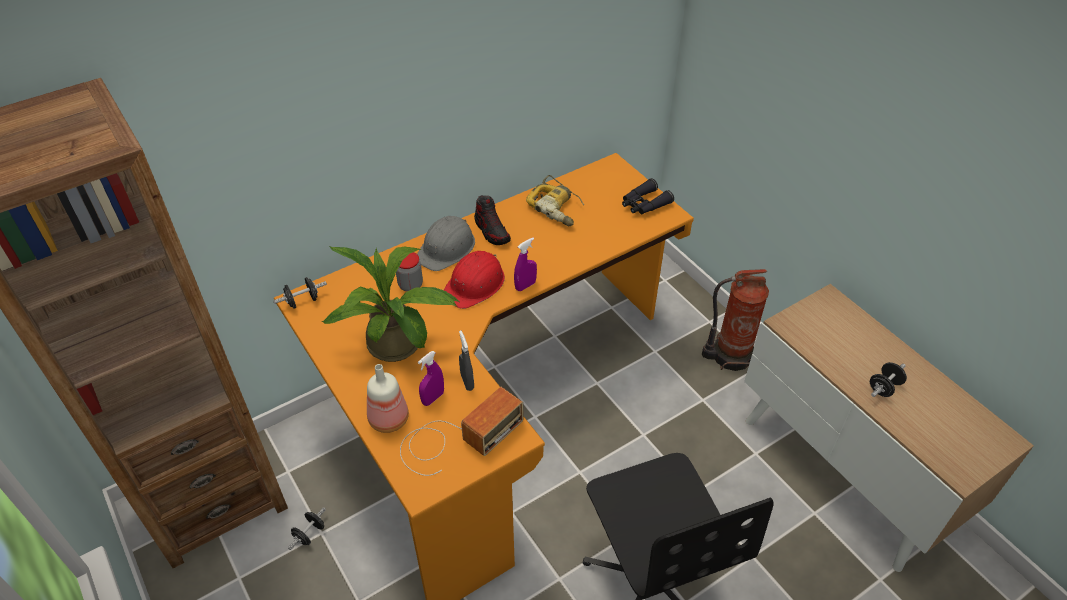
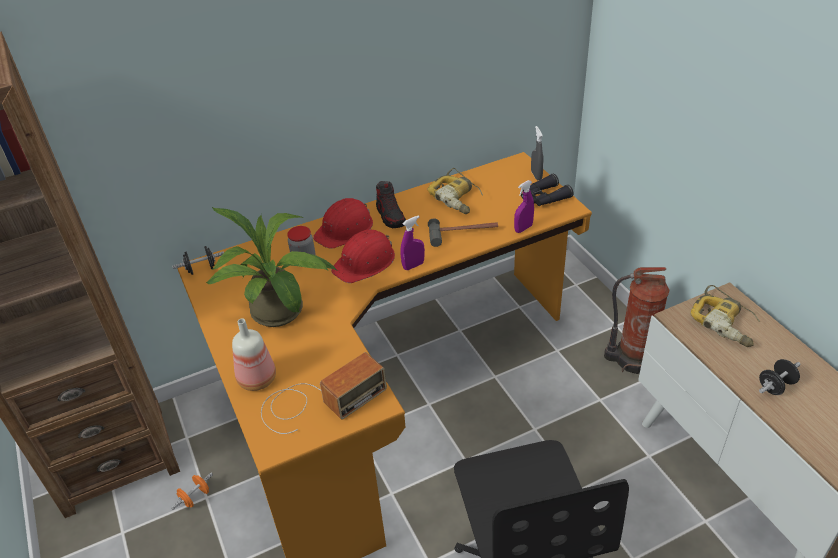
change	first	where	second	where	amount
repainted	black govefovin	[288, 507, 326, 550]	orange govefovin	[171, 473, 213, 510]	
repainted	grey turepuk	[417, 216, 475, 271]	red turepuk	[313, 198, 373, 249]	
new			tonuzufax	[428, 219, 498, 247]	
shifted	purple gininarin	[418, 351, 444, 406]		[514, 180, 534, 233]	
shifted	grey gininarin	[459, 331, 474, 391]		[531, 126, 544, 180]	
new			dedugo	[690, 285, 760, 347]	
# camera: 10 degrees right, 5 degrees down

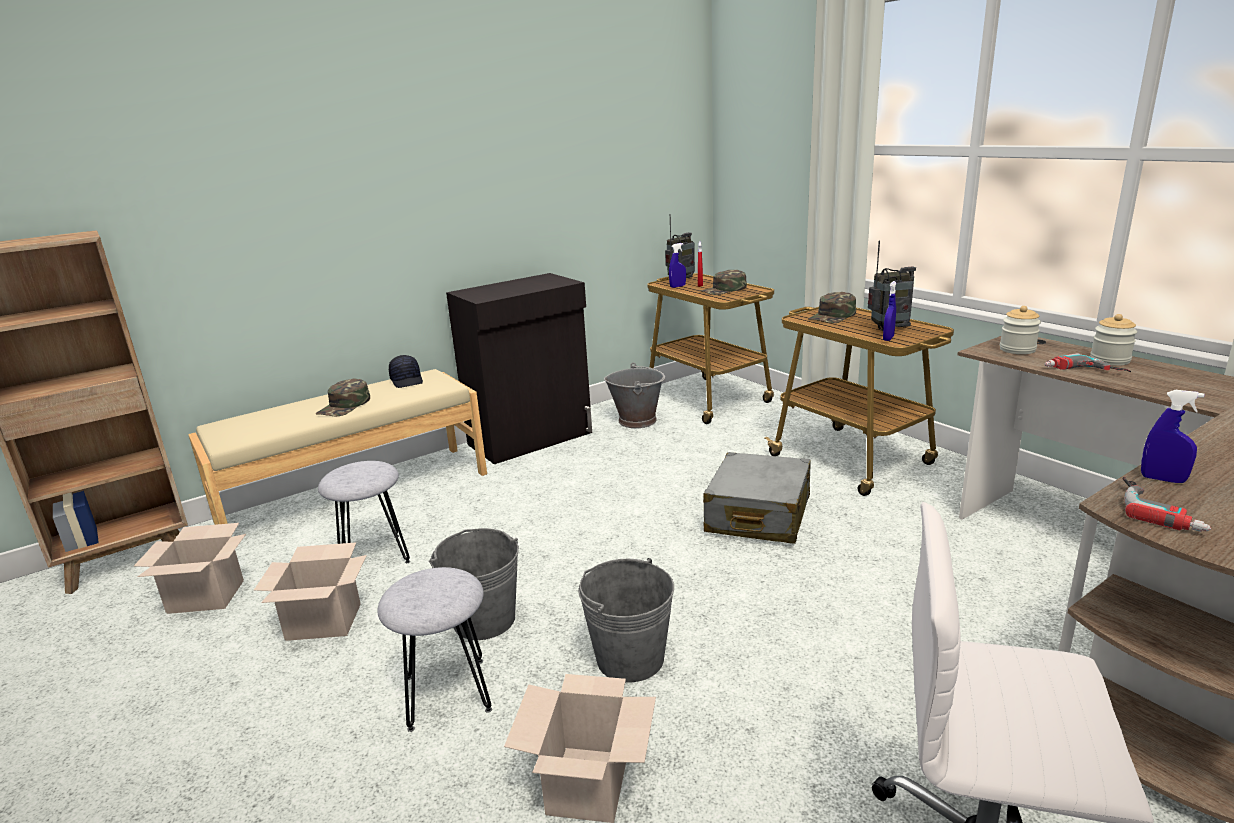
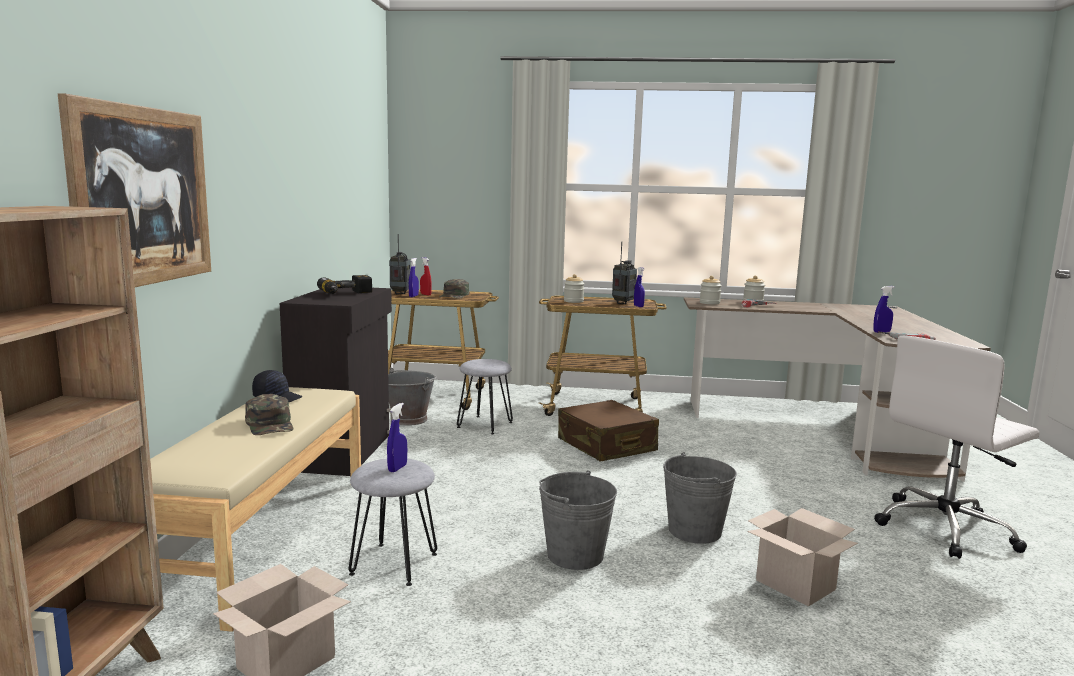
change	first	where	second	where	amount
new			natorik	[58, 94, 211, 287]	
new			dedugo	[317, 275, 372, 294]	
new			blue gininarin	[387, 403, 407, 472]	
shifted	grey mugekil	[377, 567, 492, 732]		[457, 359, 513, 434]	
repainted	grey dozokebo	[703, 452, 811, 544]	brown dozokebo	[558, 400, 659, 462]	
swapped	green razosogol	[808, 292, 856, 323]	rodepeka	[564, 274, 584, 303]	
gone	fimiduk	[254, 543, 367, 641]			
# camera: 50 degrees left, 10 degrees down

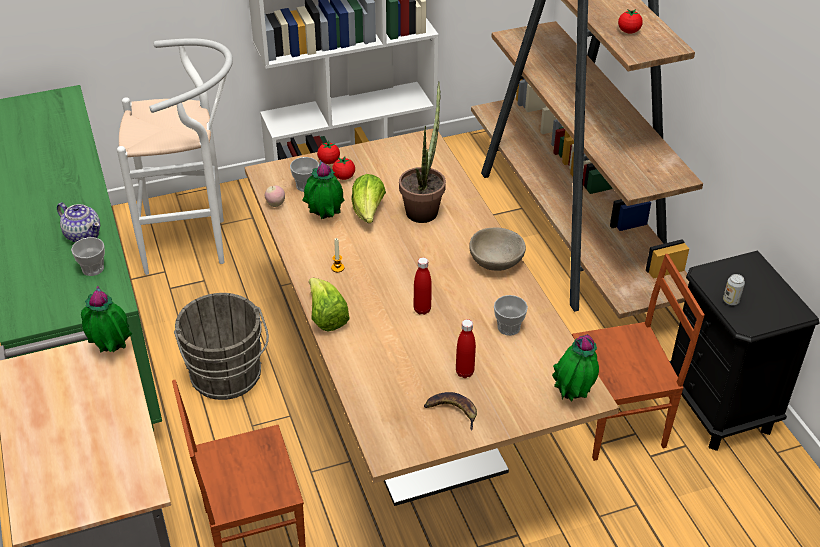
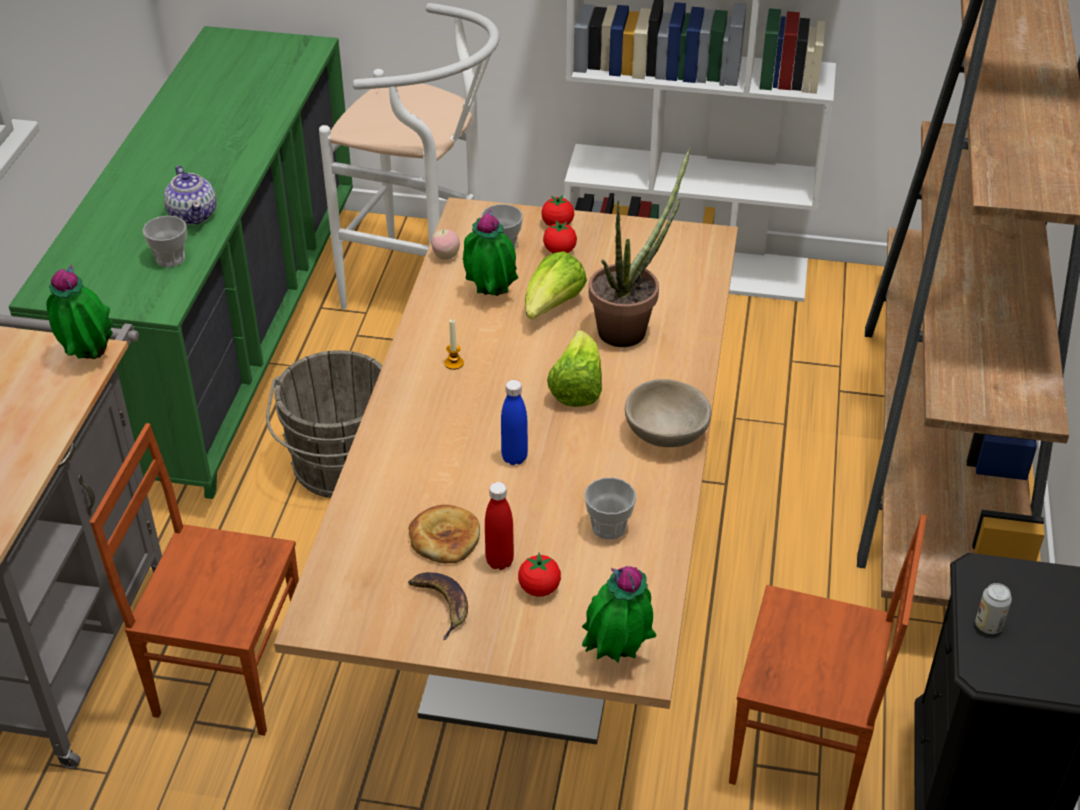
change	first	where	second	where	amount
new			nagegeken	[409, 505, 480, 563]	
repainted	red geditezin	[414, 257, 432, 315]	blue geditezin	[501, 380, 528, 465]	
shifted	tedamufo	[618, 9, 643, 34]		[518, 553, 561, 597]	
shifted	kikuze	[309, 278, 350, 331]		[547, 330, 602, 407]	
# camera: 30 degrees right, 0 degrees up

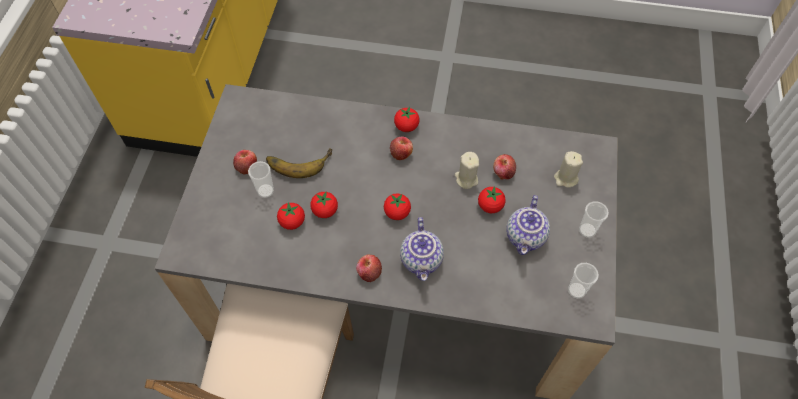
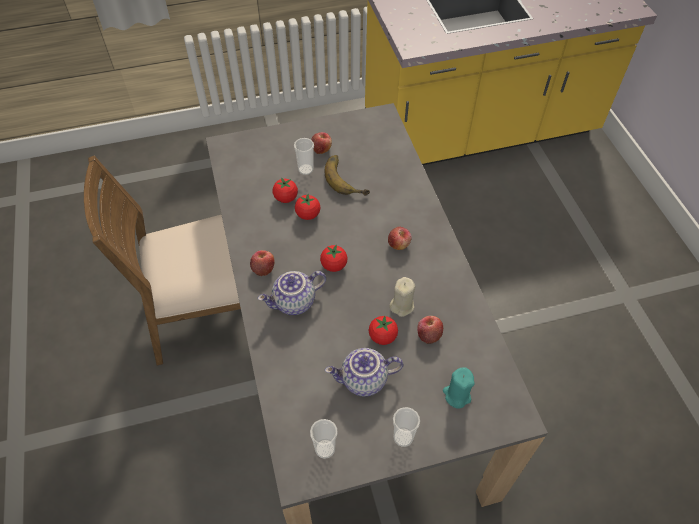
change	first	where	second	where	amount
repainted	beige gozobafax	[554, 151, 583, 188]	turquoise gozobafax	[443, 367, 475, 408]	
gone	tedamufo	[394, 107, 419, 132]			
# camera: 65 degrees right, 5 degrees down

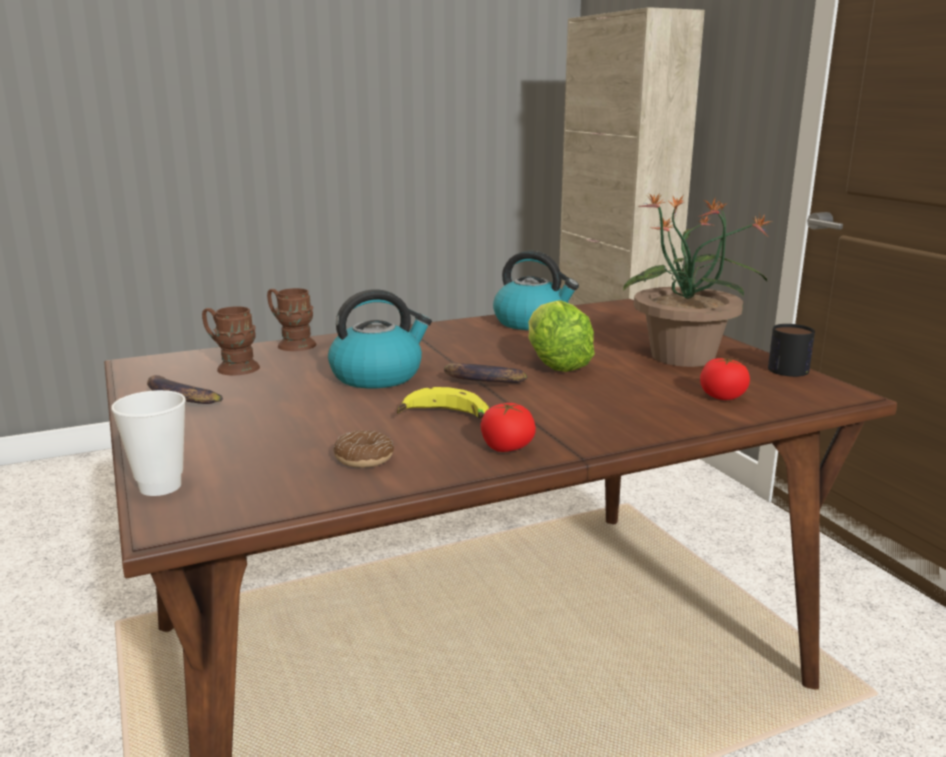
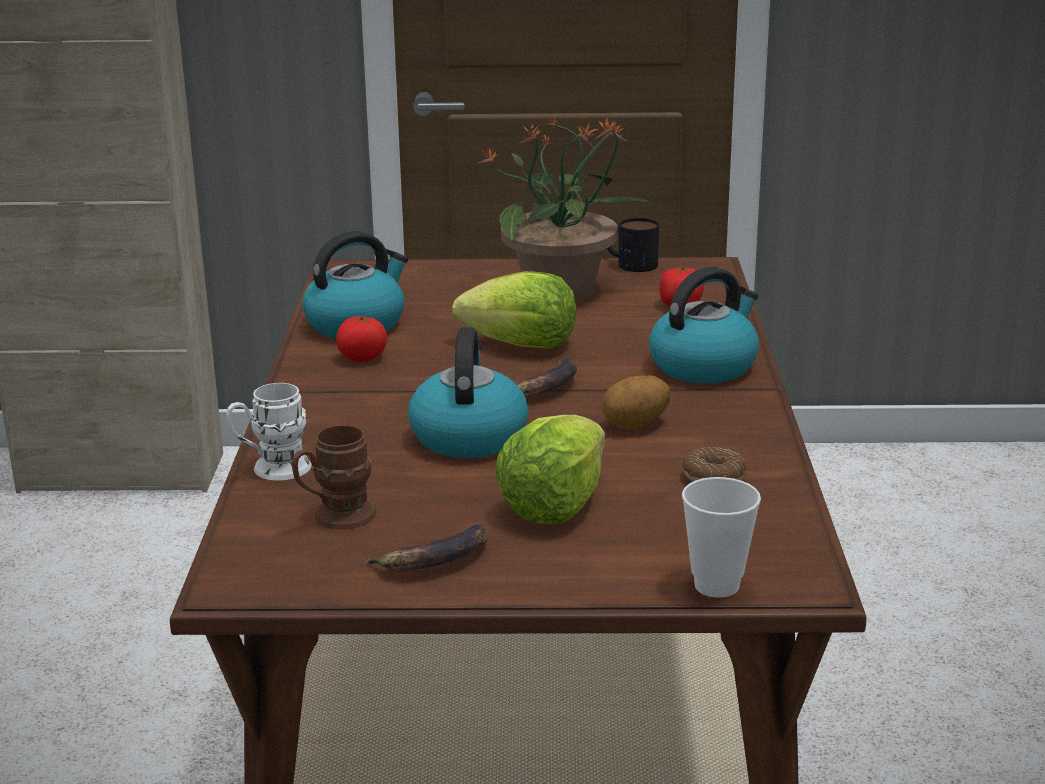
change	first	where	second	where	amount
repainted	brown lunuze	[267, 288, 316, 351]	white lunuze	[226, 383, 311, 480]	
shifted	tedamufo	[480, 403, 536, 452]		[336, 316, 387, 362]	
new			kikuze	[495, 415, 605, 524]	
swapped	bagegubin	[397, 387, 489, 419]	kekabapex	[602, 376, 670, 430]	
new			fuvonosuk	[649, 267, 759, 384]	
# camera: 65 degrees left, 5 degrees up

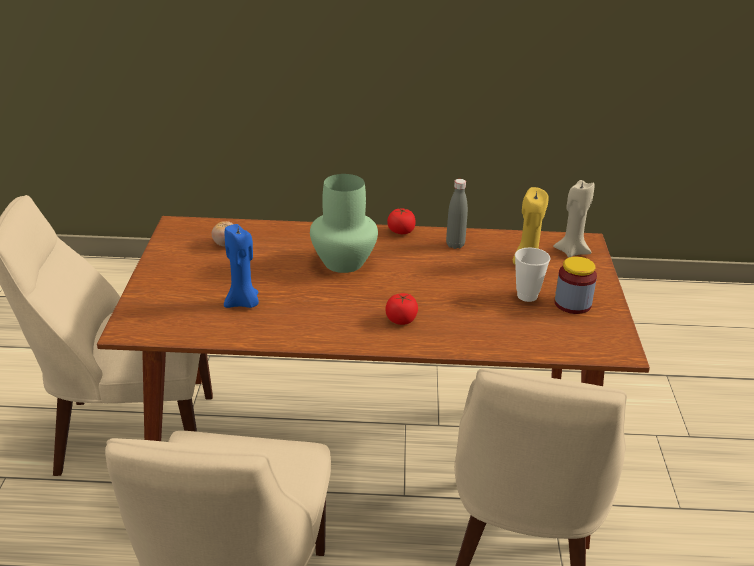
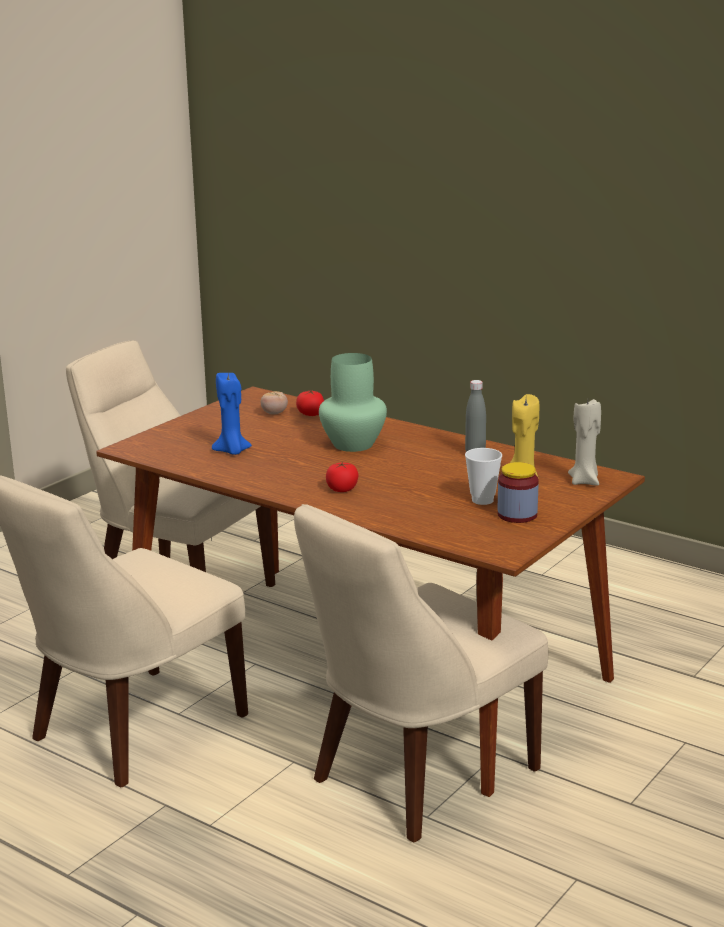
change	first	where	second	where	amount
shifted	tedamufo	[387, 208, 416, 234]		[296, 391, 324, 416]	
# camera: 35 degrees right, 10 degrees down

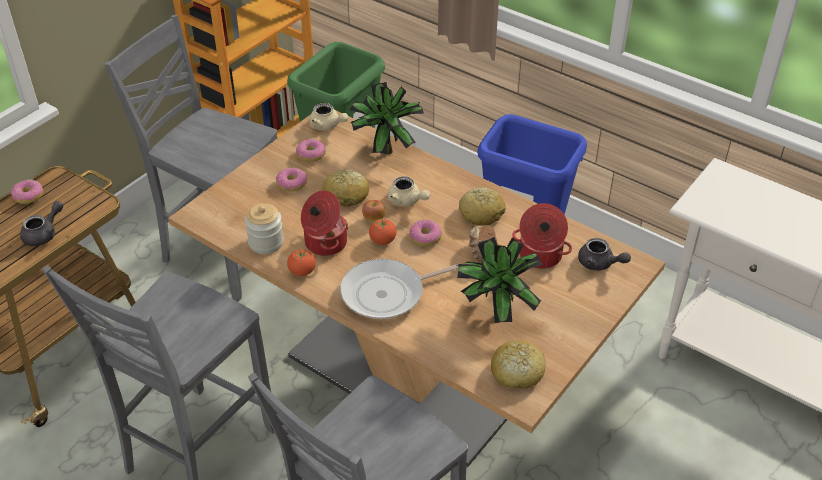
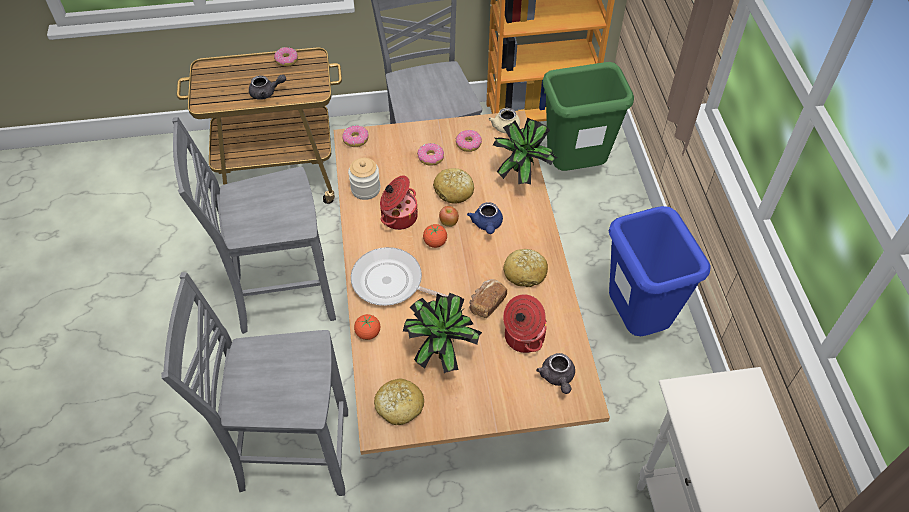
change	first	where	second	where	amount
shifted	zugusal	[409, 220, 442, 247]		[342, 125, 369, 147]	
shifted	tedamufo	[287, 249, 316, 276]		[354, 314, 380, 340]	
repainted	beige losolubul	[388, 176, 430, 207]	blue losolubul	[467, 202, 503, 234]	
# camera: 45 degrees right, 10 degrees up

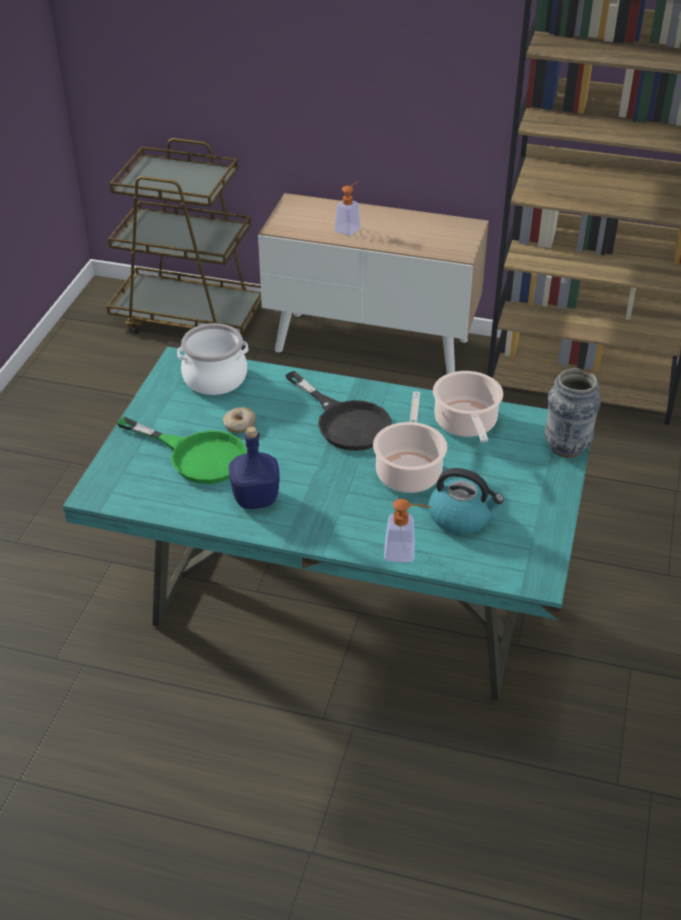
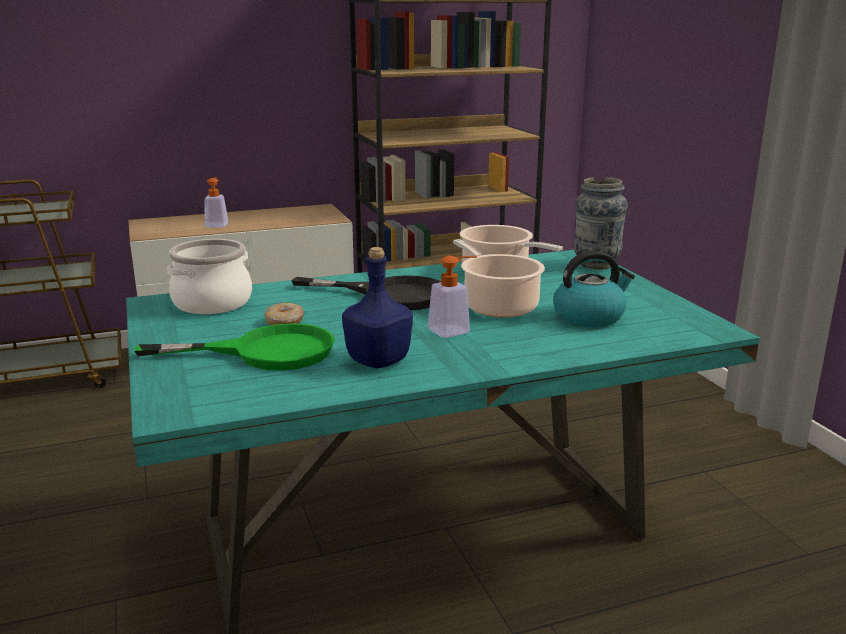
change	first	where	second	where	amount
shifted	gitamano	[384, 499, 431, 563]		[428, 256, 477, 338]	
# camera: 35 degrees left, 20 degrees down

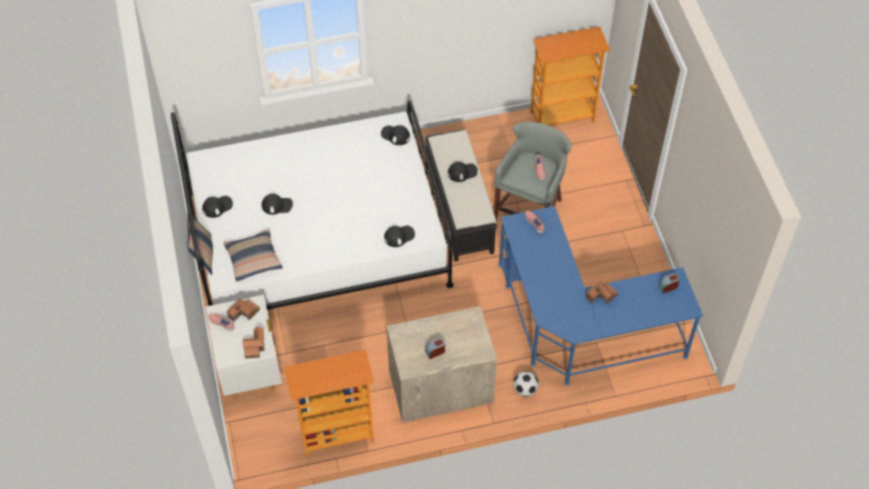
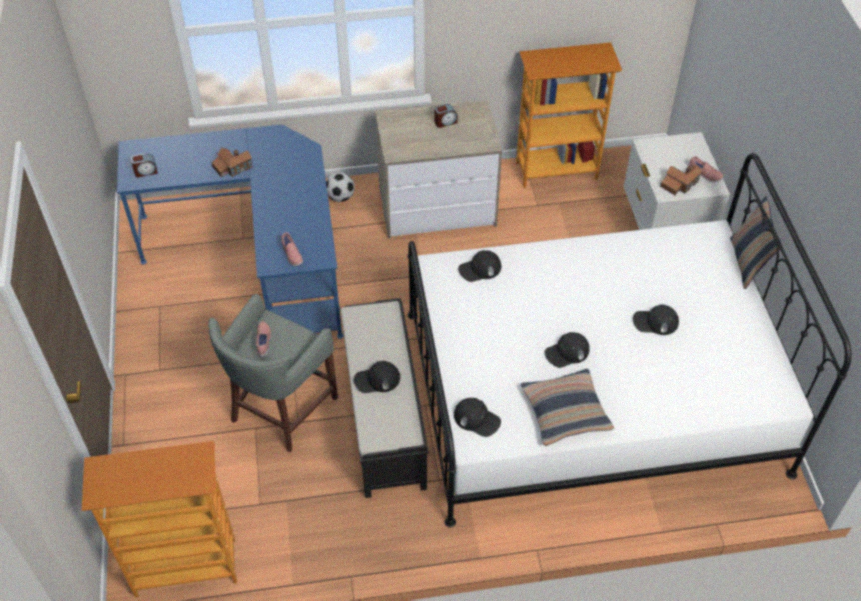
change	first	where	second	where	amount
shifted	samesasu	[223, 229, 283, 281]		[521, 369, 614, 446]	
shifted	black razosogol	[202, 196, 233, 218]		[545, 332, 590, 368]	
gone	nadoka	[243, 327, 264, 359]			
# camera: 175 degrees left, 5 degrees down

